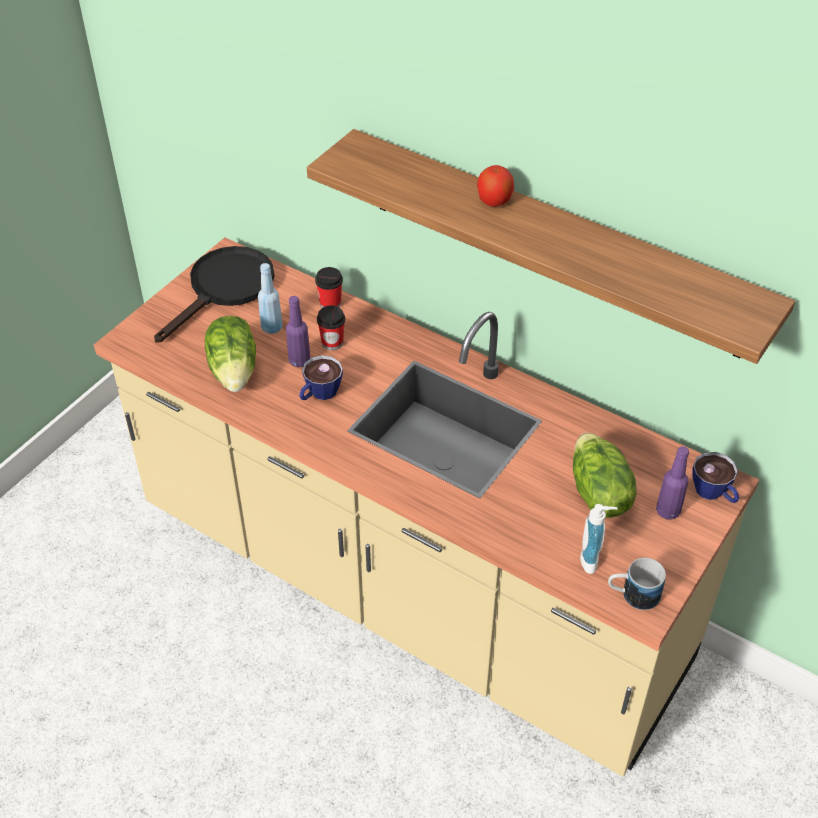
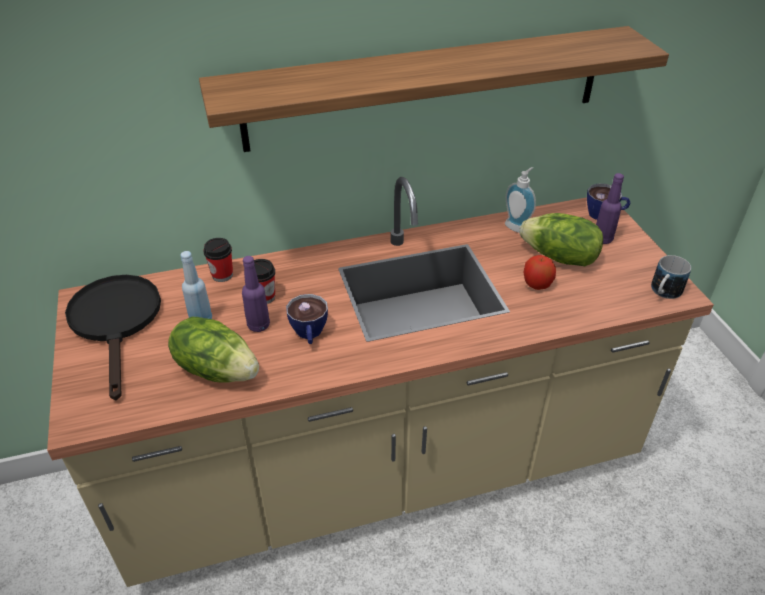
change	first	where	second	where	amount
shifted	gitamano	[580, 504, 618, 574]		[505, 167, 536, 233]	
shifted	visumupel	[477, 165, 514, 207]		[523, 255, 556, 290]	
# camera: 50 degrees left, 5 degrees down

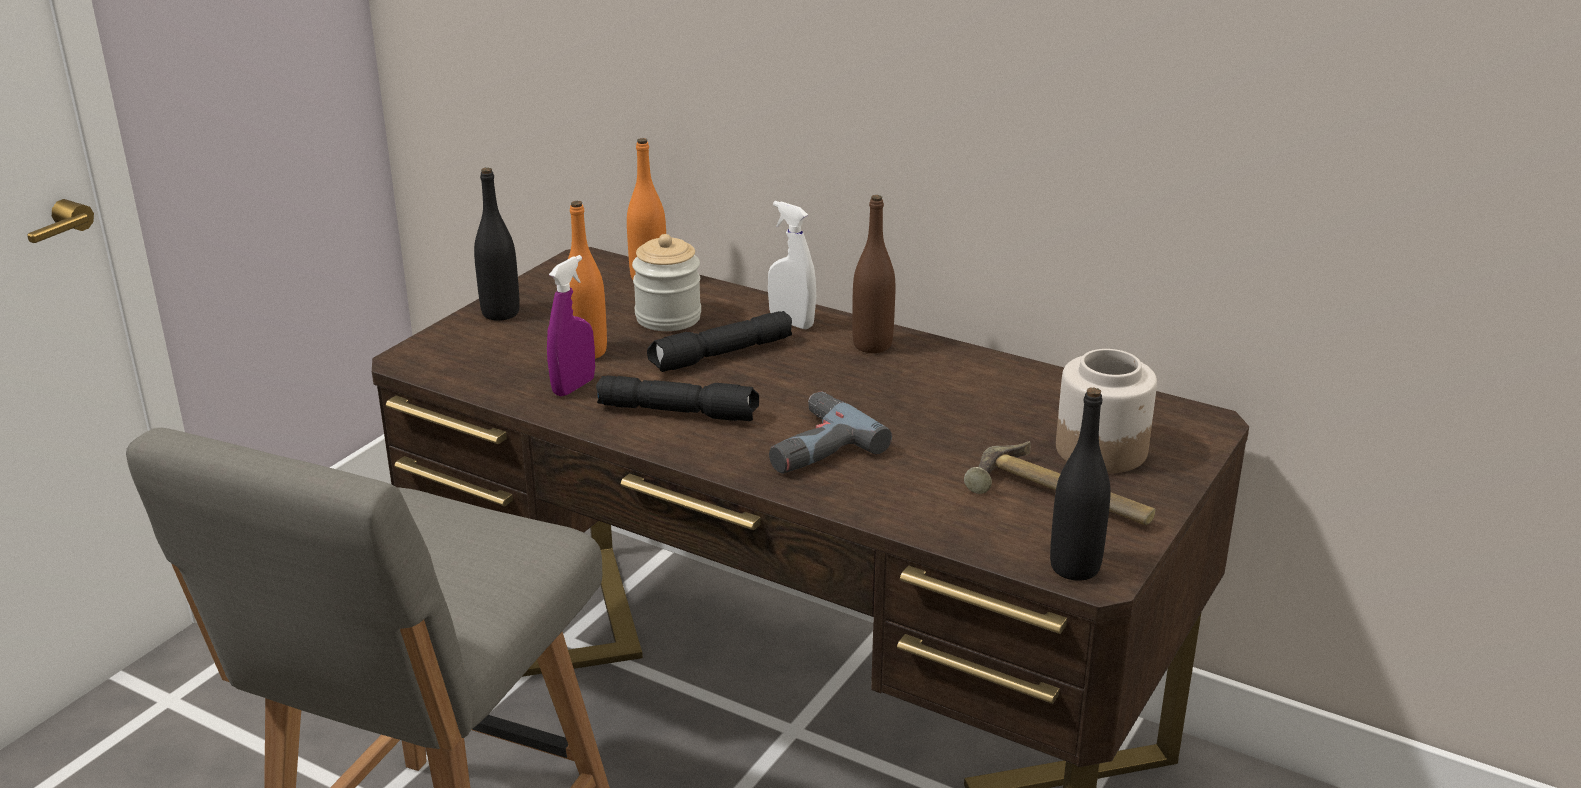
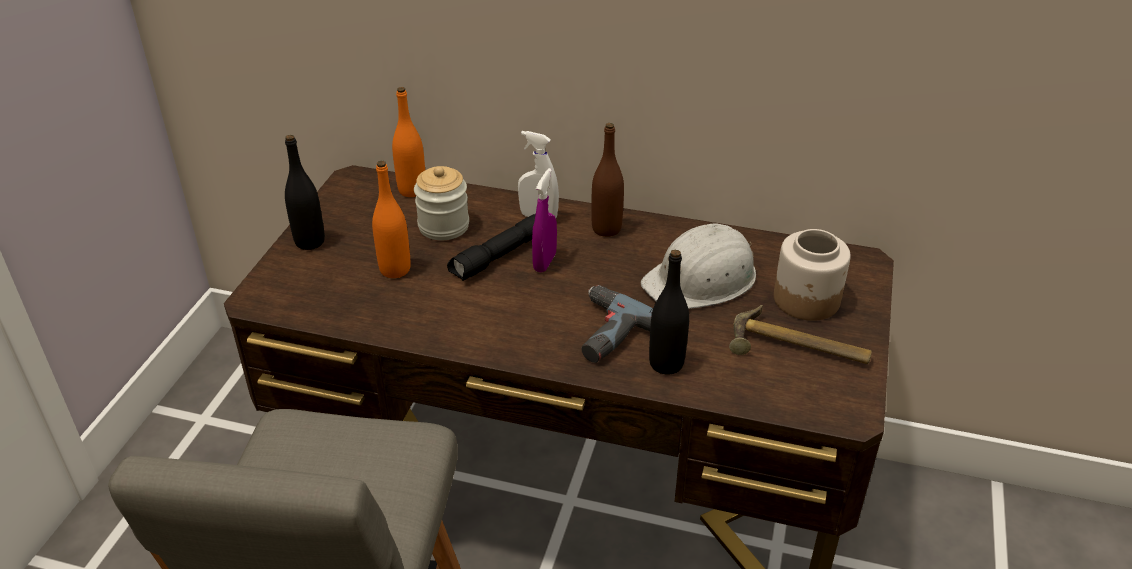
change	first	where	second	where	amount
shifted	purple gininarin	[547, 255, 595, 396]		[532, 168, 557, 273]	
new			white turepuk	[641, 223, 756, 309]	
shifted	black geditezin	[1050, 387, 1111, 581]		[649, 250, 689, 375]	
gone	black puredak	[596, 375, 759, 421]			
# camera: 15 degrees left, 10 degrees up

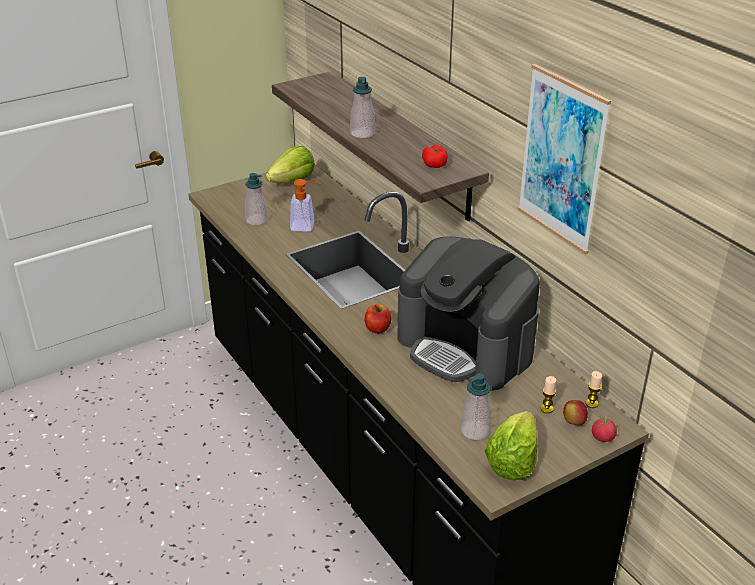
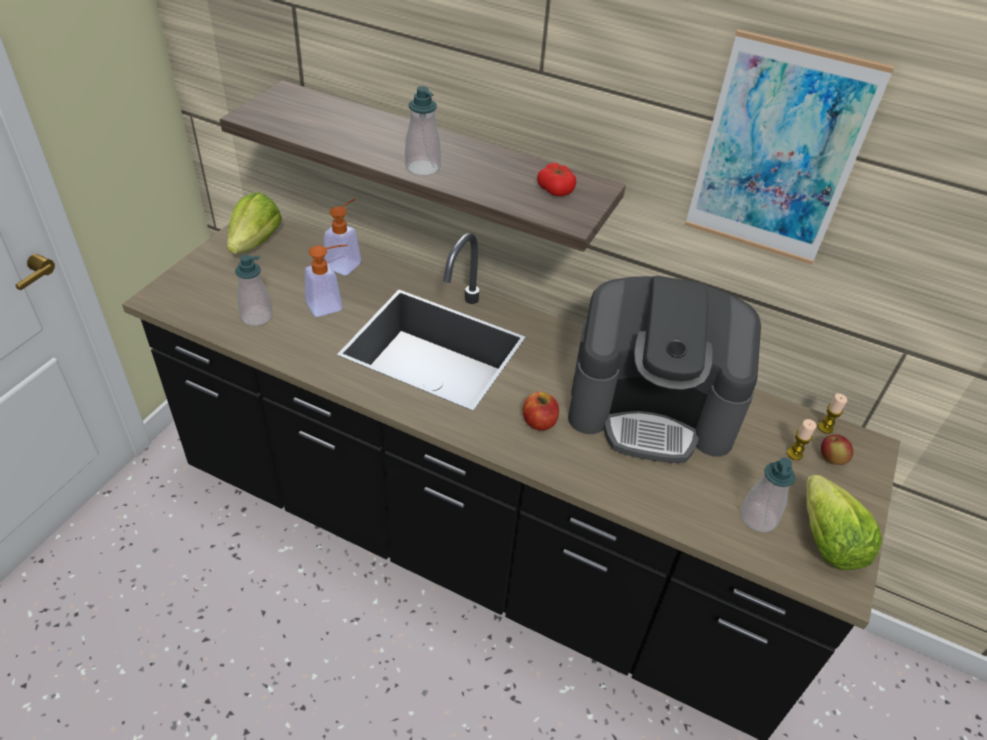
change	first	where	second	where	amount
new			gitamano	[324, 198, 361, 276]	
gone	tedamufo	[592, 415, 617, 442]			
# camera: 35 degrees left, 10 degrees up

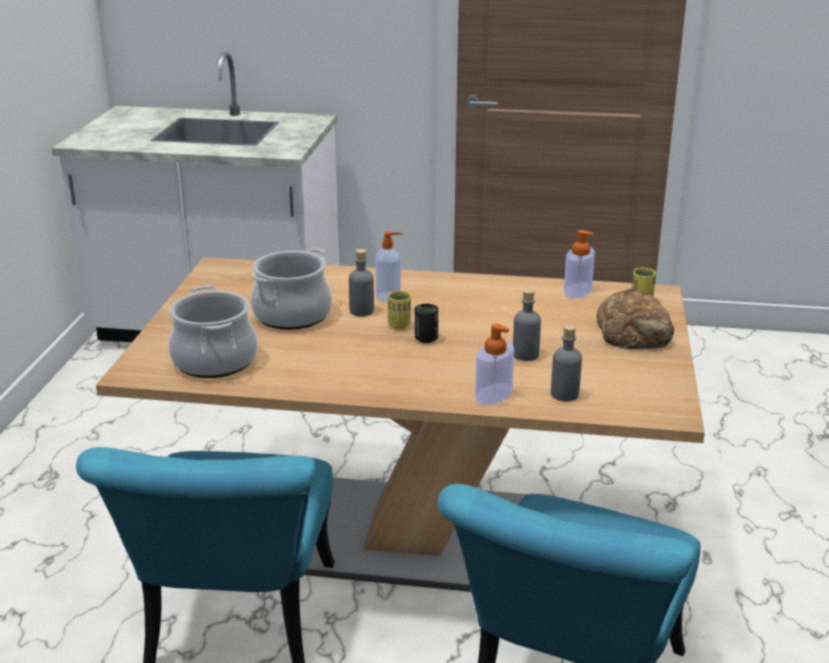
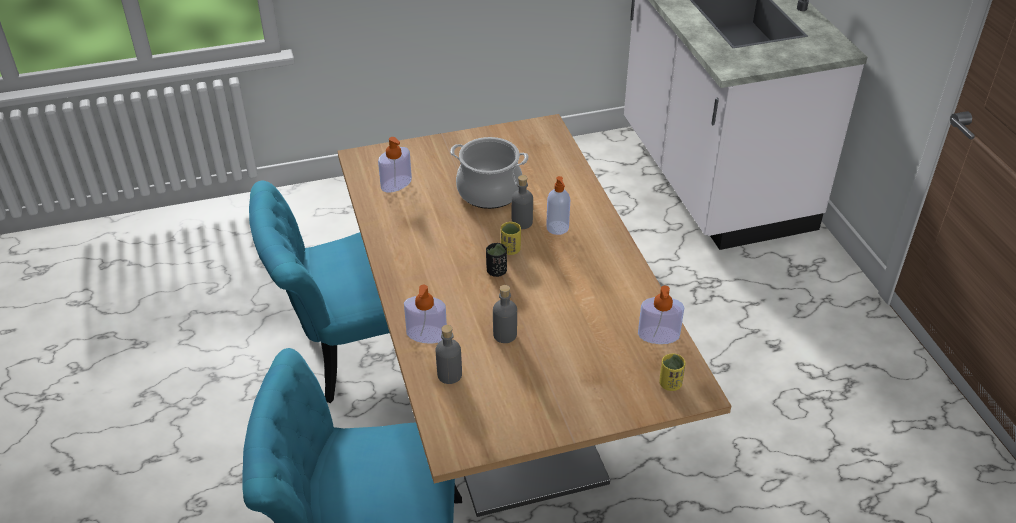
change	first	where	second	where	amount
swapped	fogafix	[168, 285, 258, 378]	gitamano	[378, 137, 412, 192]	
gone	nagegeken	[597, 288, 674, 349]			
# camera: 65 degrees right, 15 degrees up

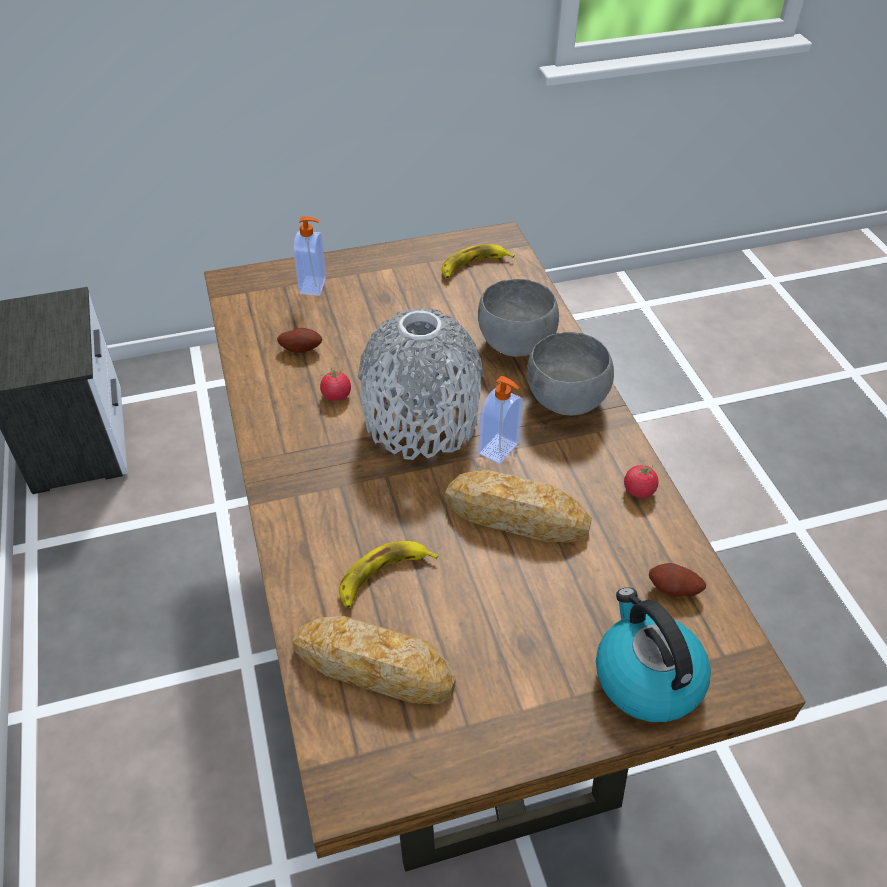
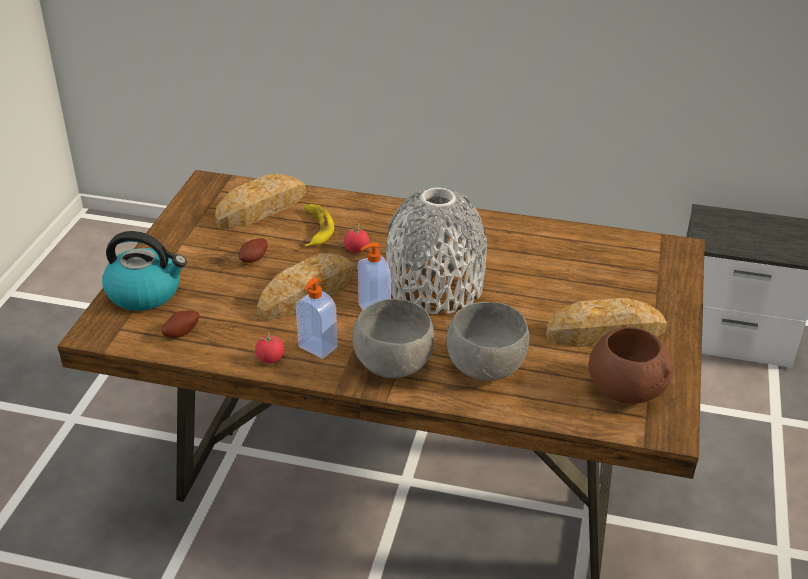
change	first	where	second	where	amount
shifted	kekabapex	[277, 328, 322, 353]		[239, 238, 268, 263]	
shifted	gitamano	[294, 216, 326, 296]		[296, 278, 338, 359]	
shifted	tedamufo	[320, 367, 351, 401]		[344, 224, 369, 252]	
new			nagegeken	[546, 298, 667, 347]	
swapped	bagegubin	[441, 244, 515, 278]	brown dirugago	[589, 327, 673, 404]	
# camera: 120 degrees right, 10 degrees down

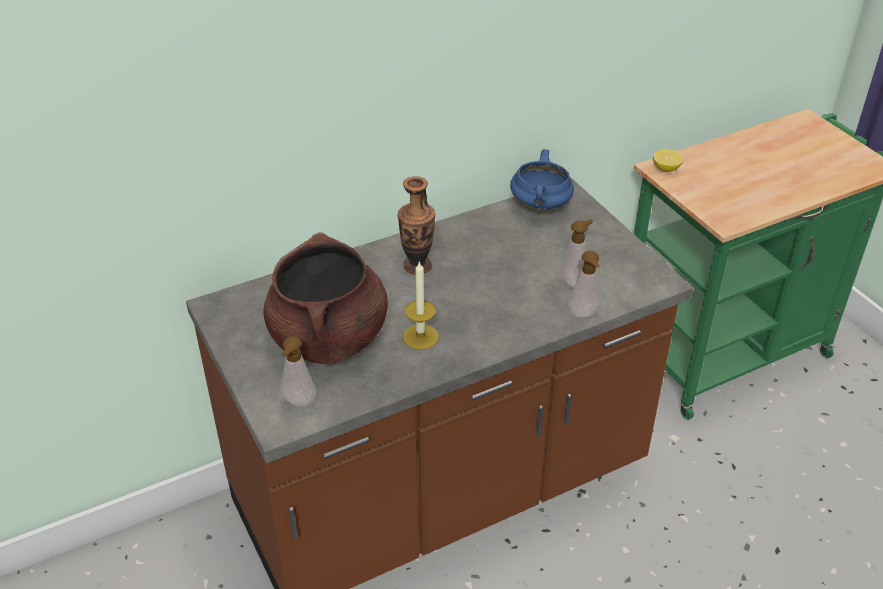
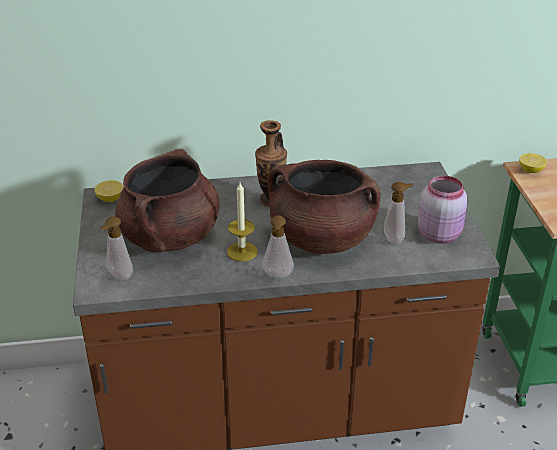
change	first	where	second	where	amount
new			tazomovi	[94, 180, 124, 202]	
shifted	gitamano	[568, 251, 601, 318]		[262, 215, 294, 278]	
new			brown fogafix	[268, 160, 381, 254]	
new			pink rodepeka	[418, 176, 468, 244]	
gone	blue fogafix	[510, 149, 574, 212]			
# camera: 20 degrees right, 5 degrees down

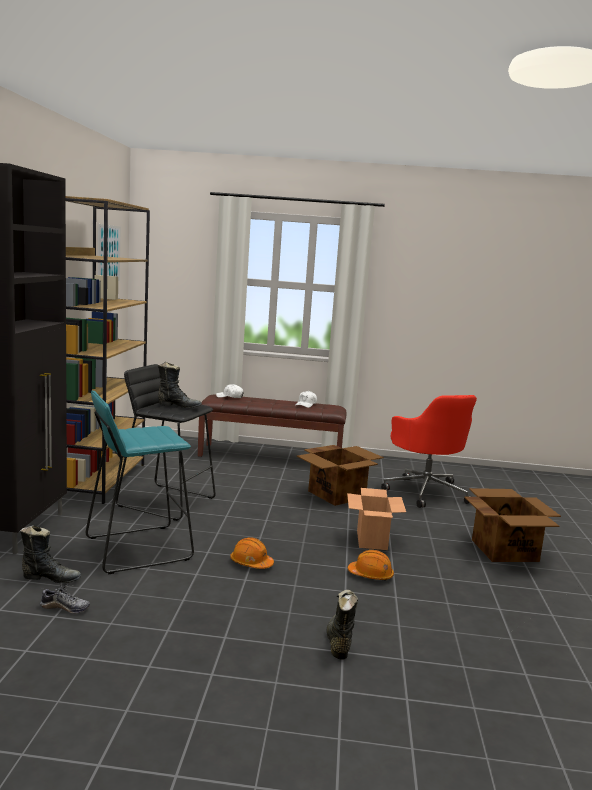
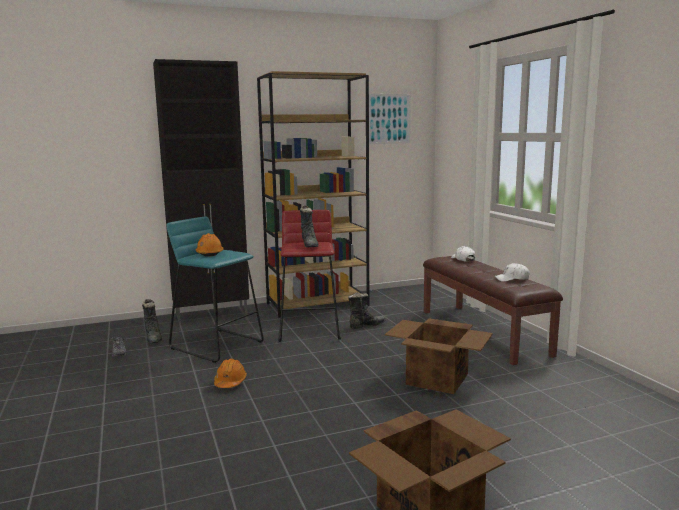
change	first	where	second	where	amount
shifted	orange turepuk	[348, 550, 394, 581]		[196, 233, 224, 257]	
repainted	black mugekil	[116, 364, 216, 521]	red mugekil	[278, 210, 341, 342]	
shifted	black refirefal	[326, 590, 358, 660]		[348, 293, 386, 329]	
gone	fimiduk	[347, 488, 406, 550]			
gone	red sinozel	[381, 395, 477, 508]			
# camera: 65 degrees right, 0 degrees up

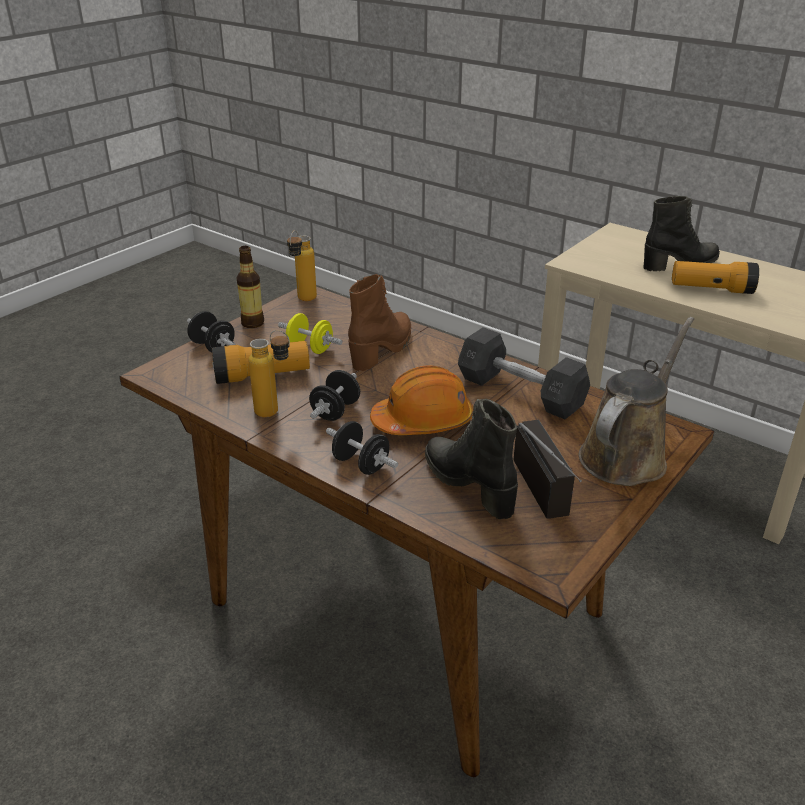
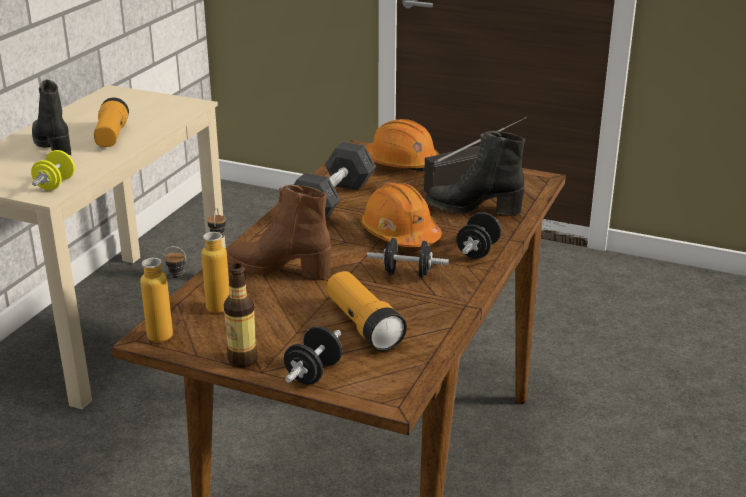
change	first	where	second	where	amount
shifted	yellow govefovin	[278, 313, 342, 354]		[31, 150, 75, 191]	
shifted	geditezin	[249, 330, 290, 418]		[201, 208, 229, 313]	
swapped	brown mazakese	[579, 317, 694, 486]	orange turepuk	[365, 119, 439, 172]	
rotated	black refirefal	[425, 399, 518, 519]		[425, 131, 525, 216]	60 degrees clockwise
# camera: 105 degrees left, 5 degrees down

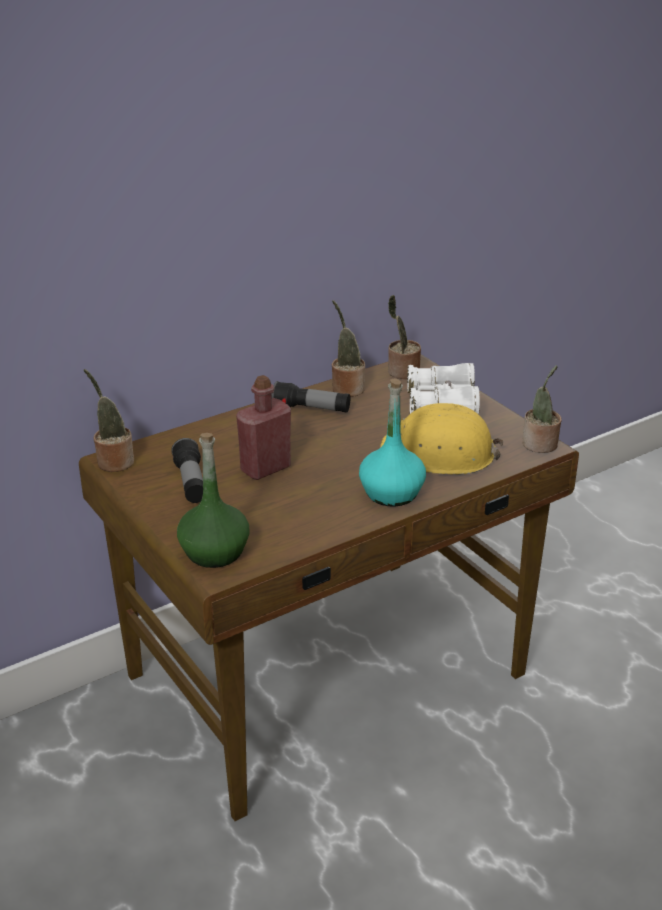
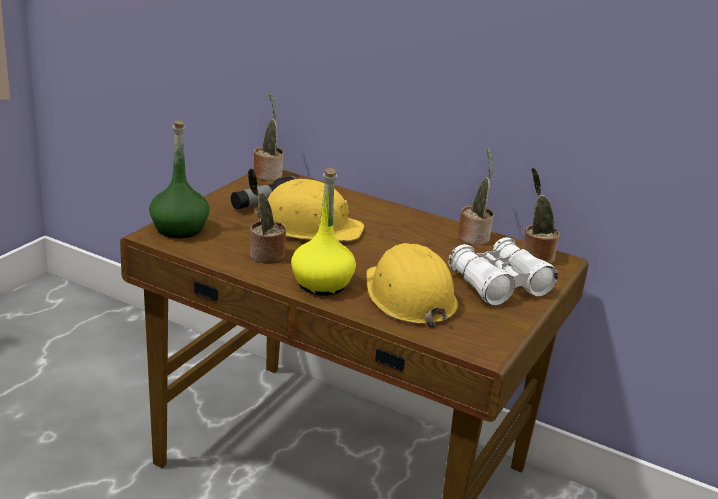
change	first	where	second	where	amount
shifted	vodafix	[522, 365, 562, 453]		[248, 168, 286, 264]	
swapped	red geditezin	[236, 375, 291, 480]	yellow turepuk	[254, 179, 364, 241]	
repainted	turquoise geditezin	[359, 379, 426, 507]	yellow geditezin	[291, 168, 356, 295]	
gone	puredak	[272, 381, 350, 413]			
# camera: 60 degrees right, 5 degrees down

